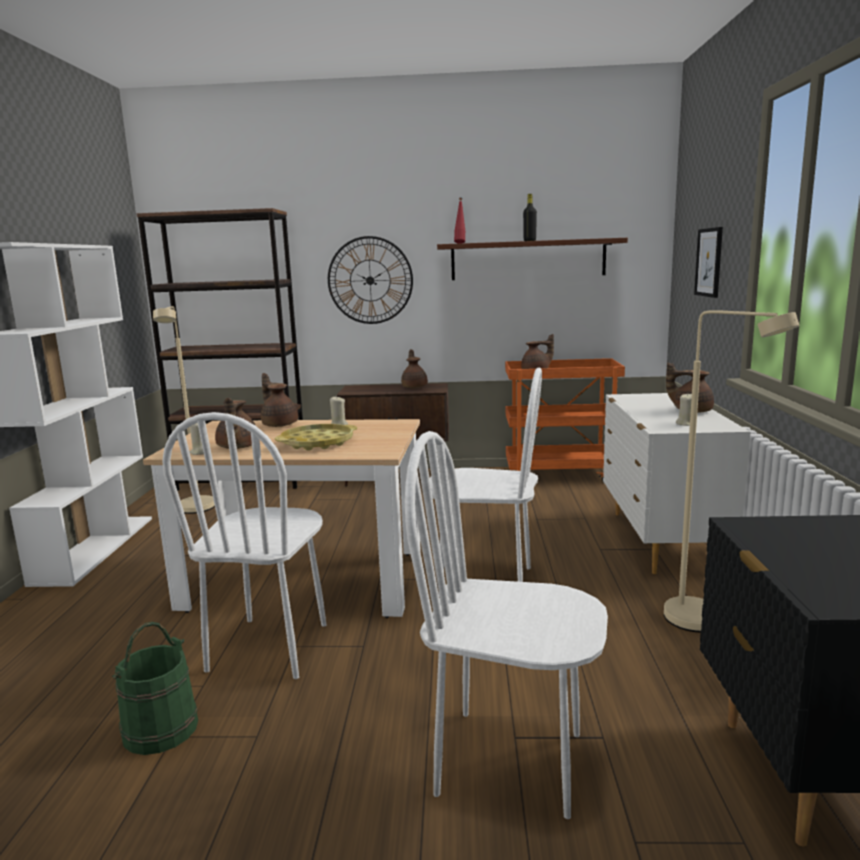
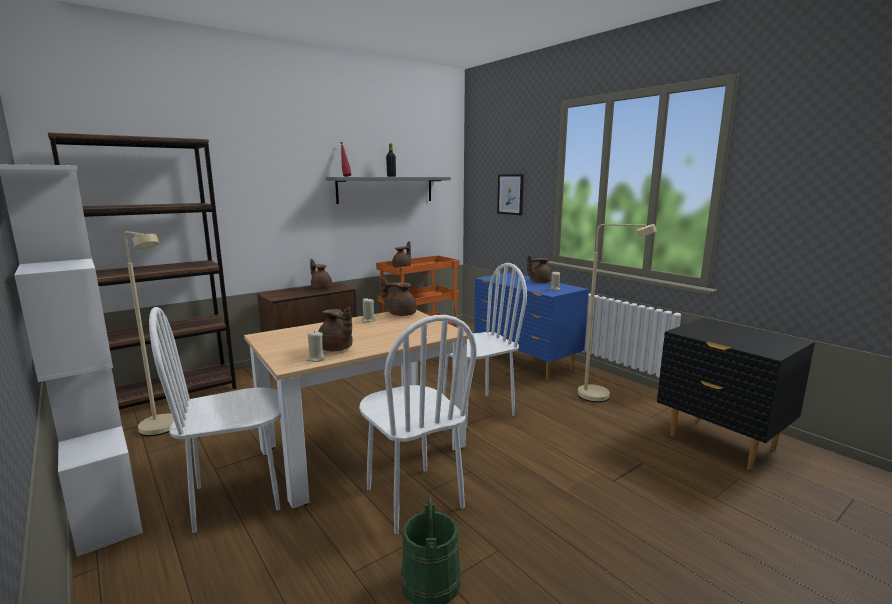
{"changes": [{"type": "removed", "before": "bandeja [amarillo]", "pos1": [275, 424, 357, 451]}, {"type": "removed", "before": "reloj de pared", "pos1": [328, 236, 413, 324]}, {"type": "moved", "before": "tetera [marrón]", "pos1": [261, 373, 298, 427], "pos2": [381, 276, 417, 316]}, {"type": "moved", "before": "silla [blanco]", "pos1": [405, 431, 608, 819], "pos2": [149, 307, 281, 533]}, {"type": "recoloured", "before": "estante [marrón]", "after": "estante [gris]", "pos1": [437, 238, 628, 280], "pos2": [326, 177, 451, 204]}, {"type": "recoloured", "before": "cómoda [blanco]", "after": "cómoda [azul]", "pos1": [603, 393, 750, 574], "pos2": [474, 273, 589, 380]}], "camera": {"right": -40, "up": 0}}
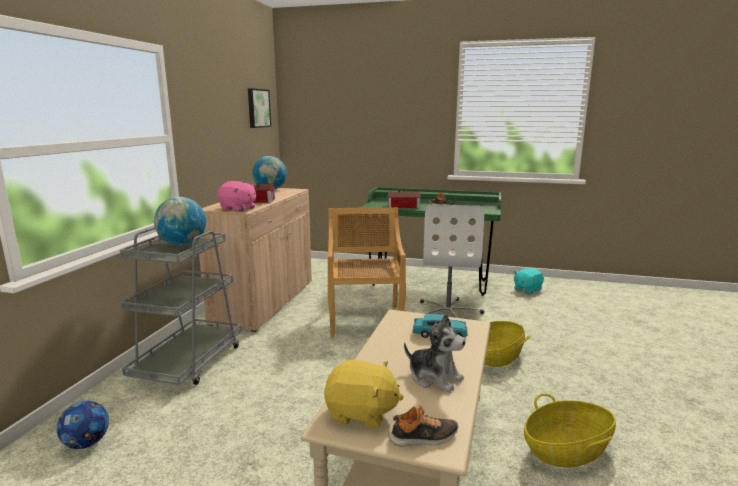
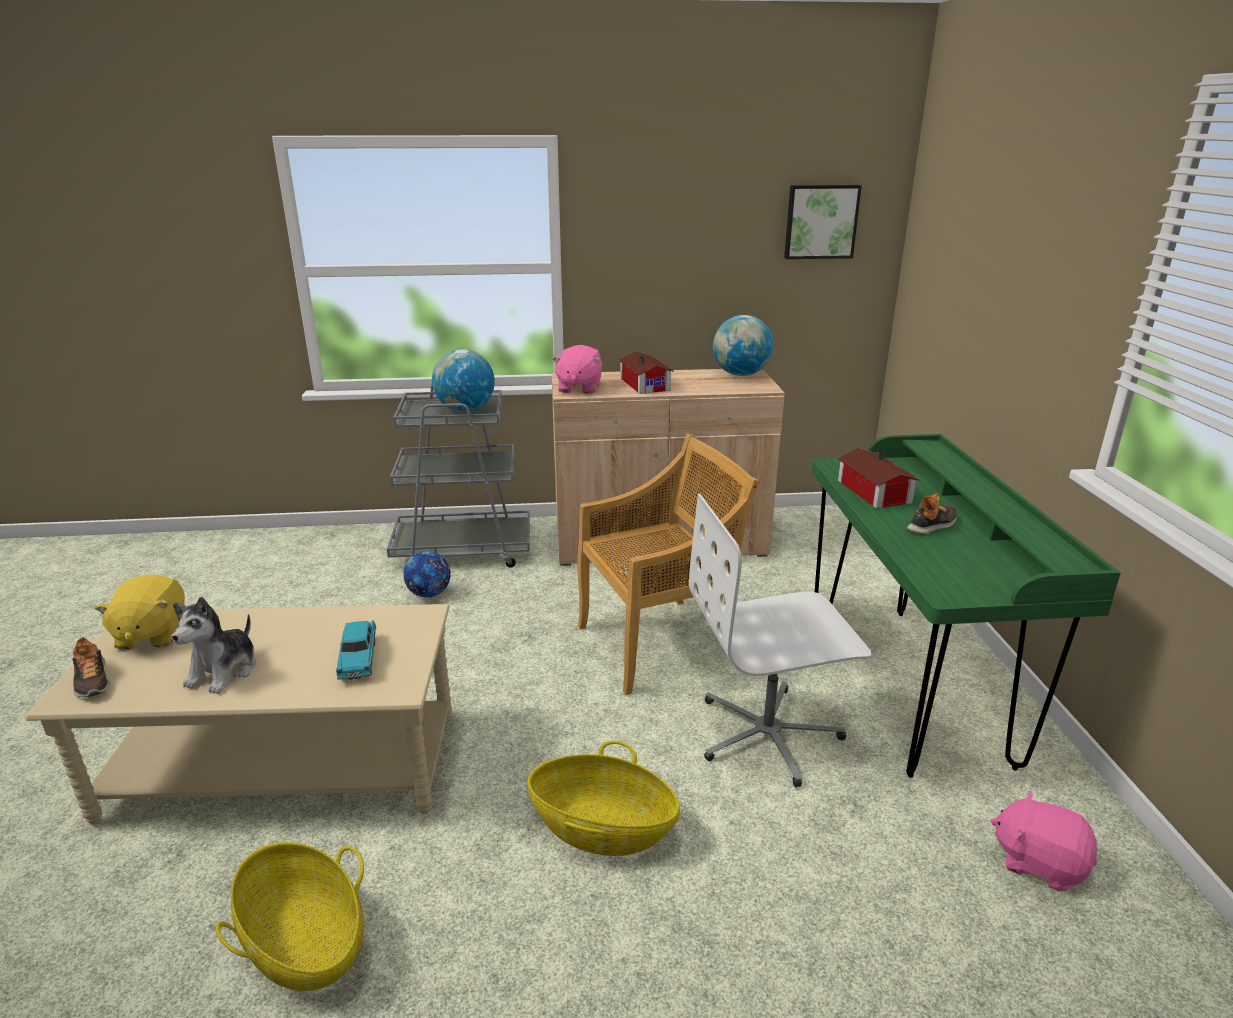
{"changes": [{"type": "moved", "before": "balón de fútbol", "pos1": [57, 401, 109, 449], "pos2": [403, 551, 451, 597]}, {"type": "recoloured", "before": "peluche [turquesa]", "after": "peluche [rosa]", "pos1": [514, 268, 544, 294], "pos2": [991, 790, 1097, 892]}], "camera": {"right": 70, "up": 10}}
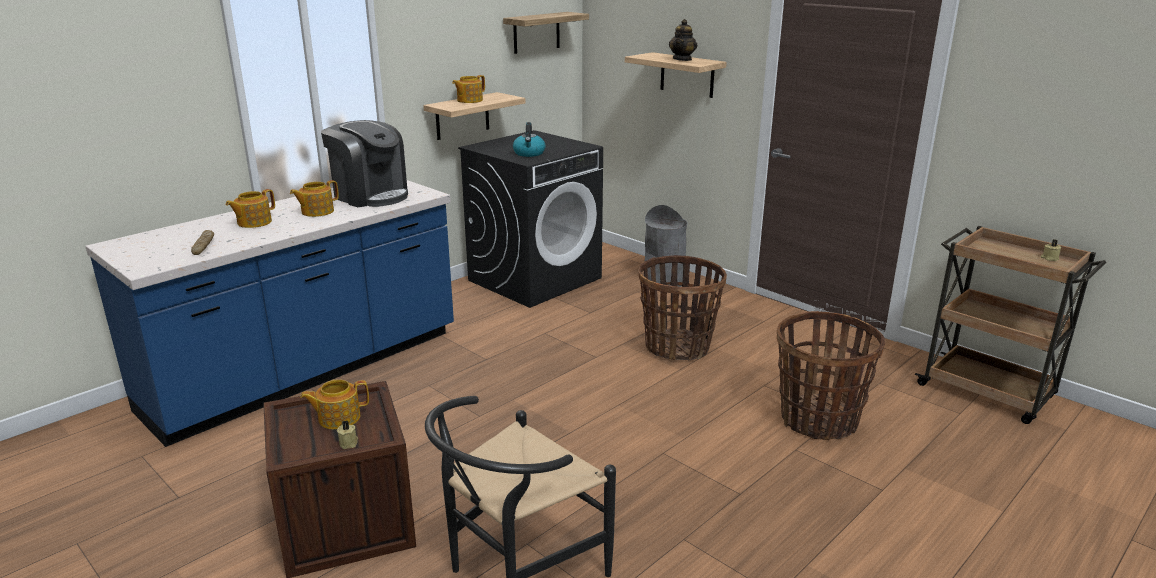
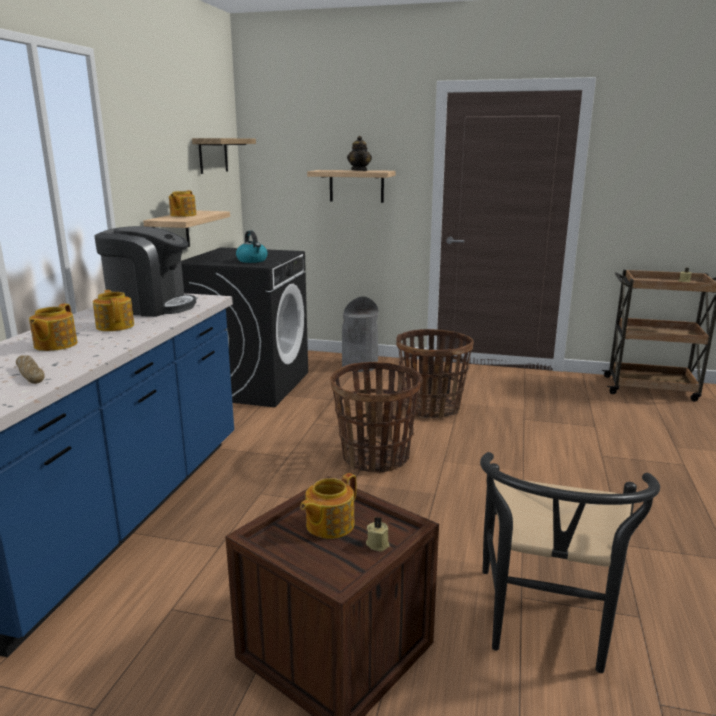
{"changes": [{"type": "moved", "before": "cesta", "pos1": [777, 311, 886, 440], "pos2": [330, 362, 422, 473]}, {"type": "turned", "before": "tetera", "pos1": [290, 180, 339, 217], "pos2": [93, 290, 134, 331], "turn": 135}], "camera": {"right": -30, "up": -5}}
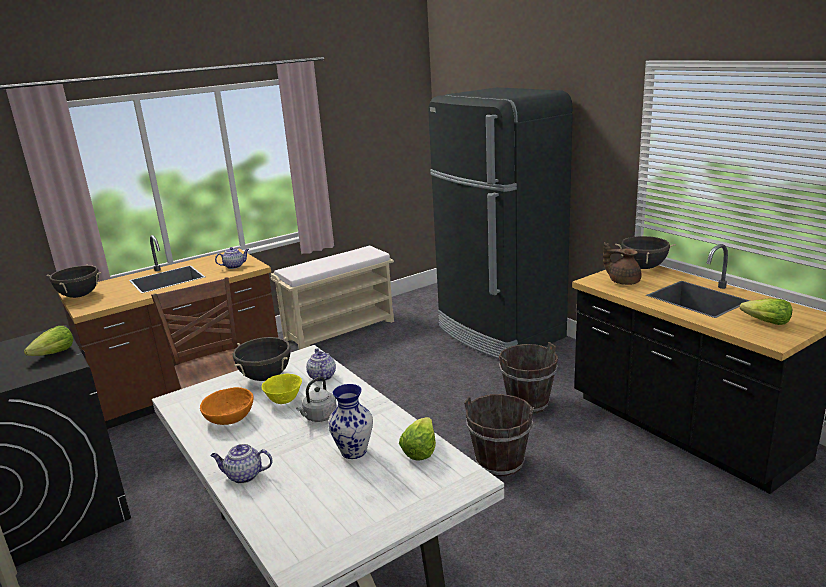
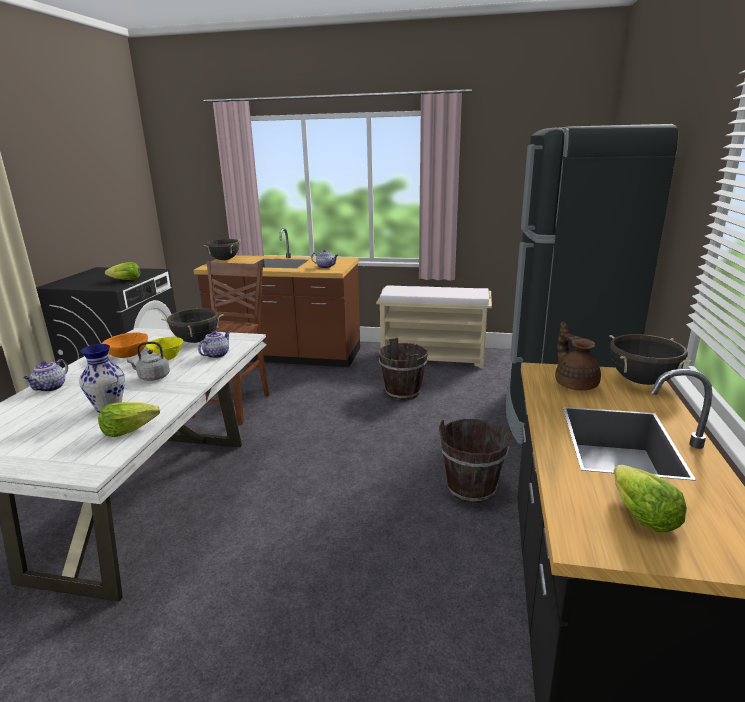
{"changes": [{"type": "moved", "before": "cubo [marrón]", "pos1": [464, 394, 534, 477], "pos2": [379, 338, 428, 400]}, {"type": "turned", "before": "tetera", "pos1": [210, 444, 272, 484], "pos2": [23, 359, 68, 392], "turn": -120}], "camera": {"right": 45, "up": 0}}
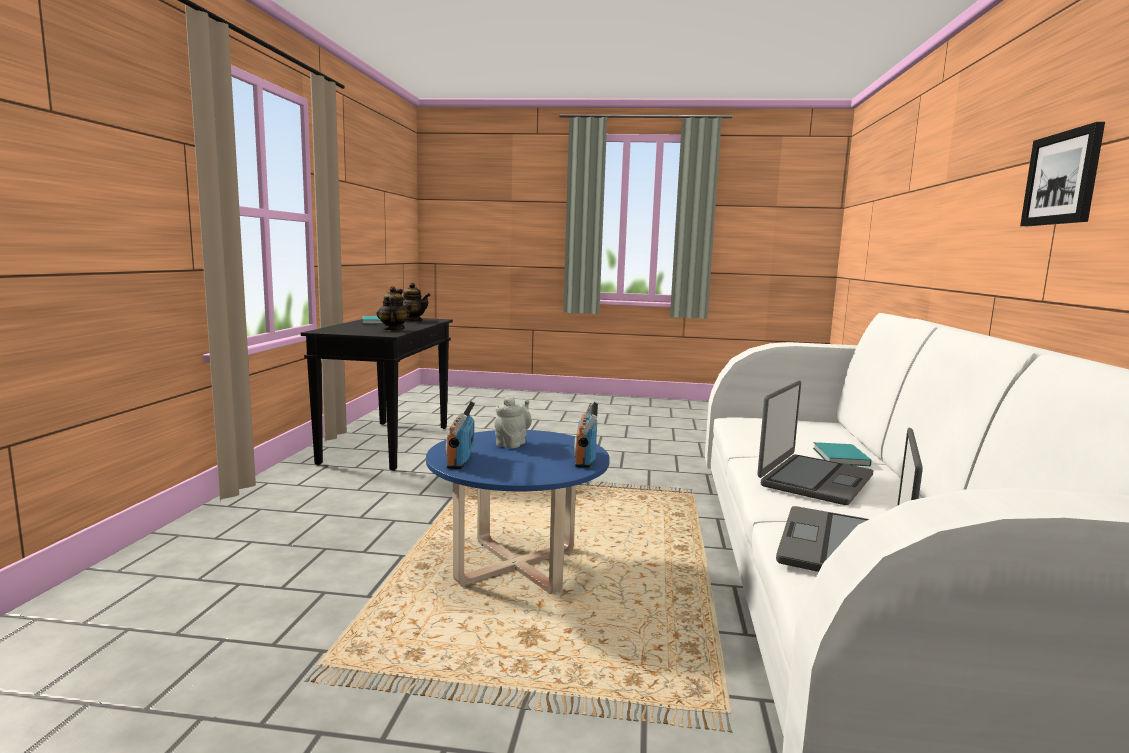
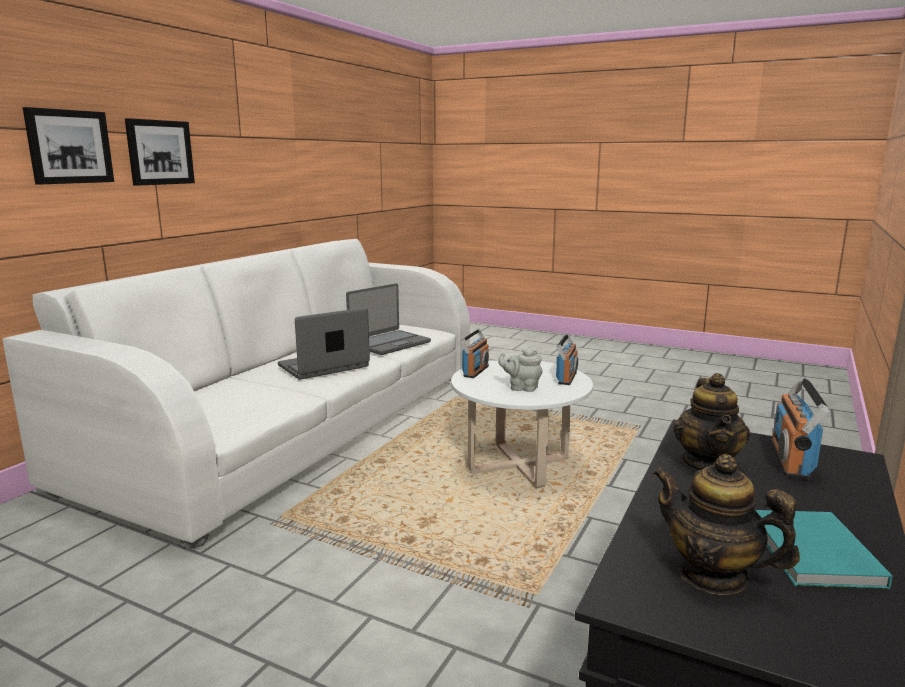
{"changes": [{"type": "removed", "before": "libro [turquesa]", "pos1": [813, 442, 872, 466]}, {"type": "added", "after": "cuadro", "pos2": [23, 107, 114, 185]}, {"type": "added", "after": "radio", "pos2": [771, 377, 829, 480]}, {"type": "recoloured", "before": "mesa de centro [azul]", "after": "mesa de centro [blanco]", "pos1": [426, 430, 610, 594], "pos2": [451, 360, 593, 488]}, {"type": "turned", "before": "tetera [gris]", "pos1": [494, 397, 532, 448], "pos2": [498, 349, 543, 392], "turn": 60}], "camera": {"right": -160, "up": 5}}
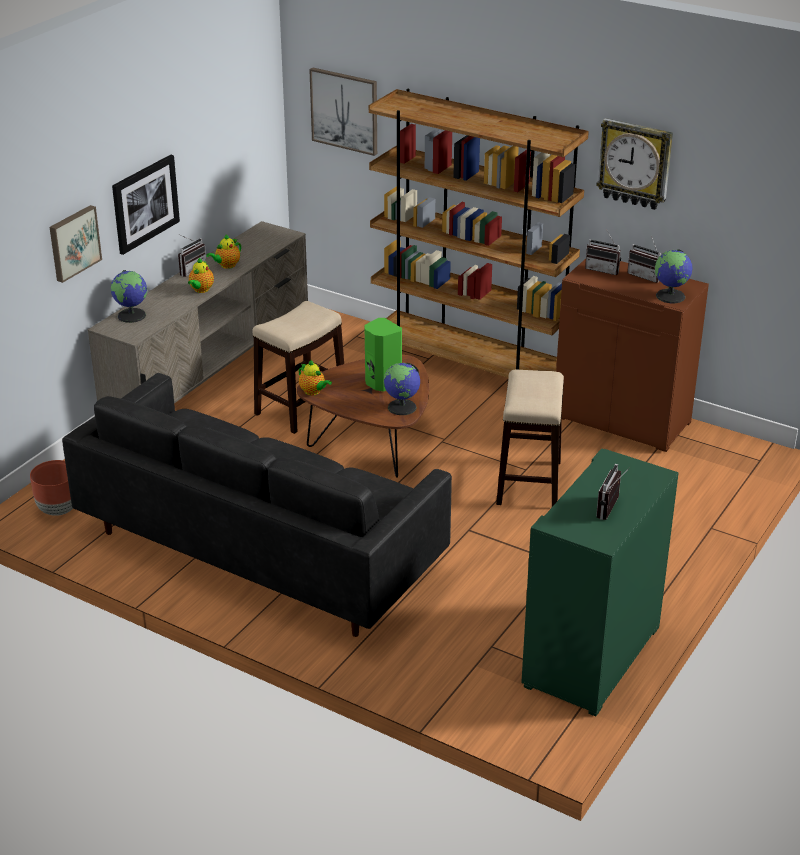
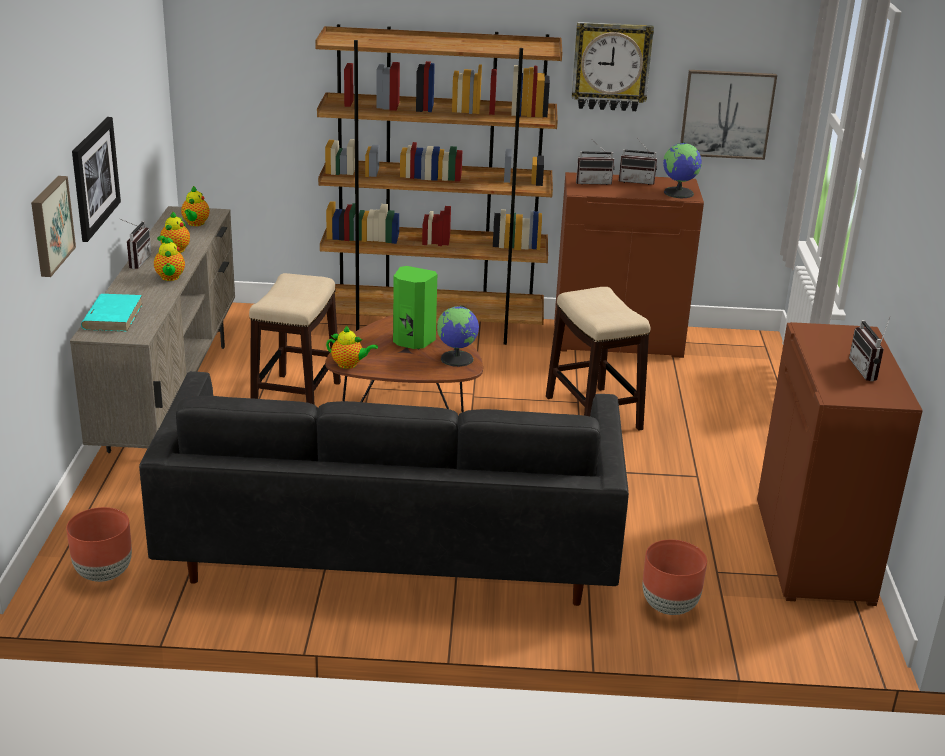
{"changes": [{"type": "added", "after": "tetera", "pos2": [181, 186, 210, 226]}, {"type": "added", "after": "maceta [marrón]", "pos2": [643, 540, 707, 615]}, {"type": "moved", "before": "cuadro", "pos1": [309, 68, 377, 156], "pos2": [680, 70, 777, 160]}, {"type": "replaced", "before": "globo terráqueo", "after": "libro [turquesa]", "pos1": [111, 270, 147, 323], "pos2": [81, 294, 143, 332]}, {"type": "recoloured", "before": "armario [verde]", "after": "armario [marrón]", "pos1": [521, 448, 679, 717], "pos2": [757, 322, 923, 606]}], "camera": {"right": -30, "up": -5}}
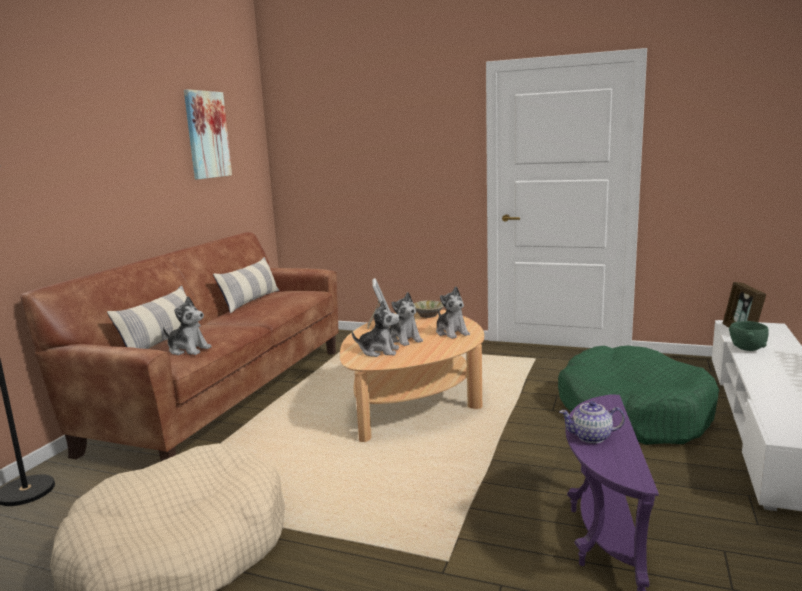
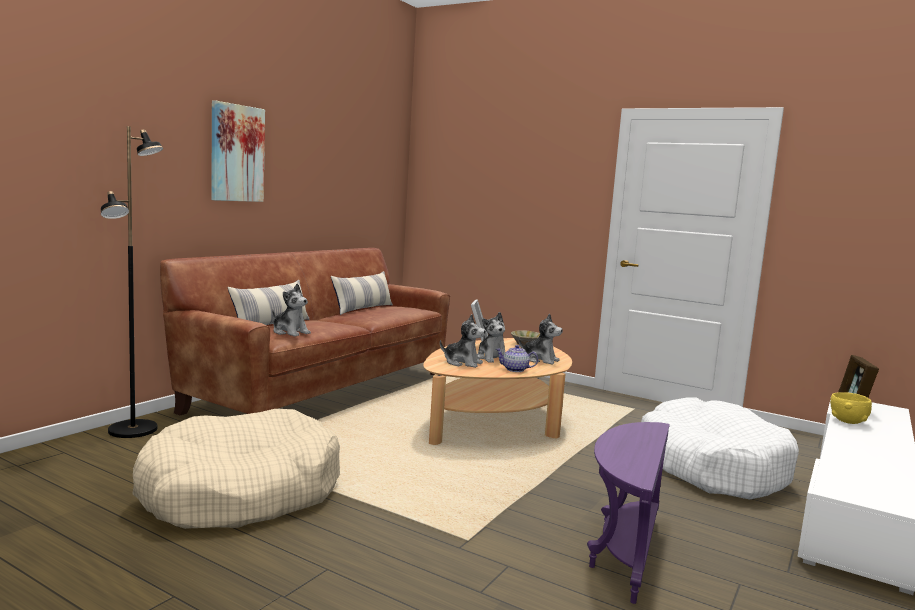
{"changes": [{"type": "moved", "before": "cuadro", "pos1": [184, 89, 232, 179], "pos2": [211, 100, 265, 202]}, {"type": "moved", "before": "tetera", "pos1": [559, 401, 625, 443], "pos2": [496, 345, 538, 372]}, {"type": "recoloured", "before": "cama para perro [verde]", "after": "cama para perro [blanco]", "pos1": [558, 346, 719, 445], "pos2": [641, 397, 799, 500]}, {"type": "recoloured", "before": "cuenco [verde]", "after": "cuenco [amarillo]", "pos1": [729, 321, 769, 351], "pos2": [830, 392, 872, 424]}, {"type": "turned", "before": "peluche", "pos1": [436, 287, 470, 339], "pos2": [519, 314, 563, 364], "turn": -45}], "camera": {"right": 10, "up": -5}}
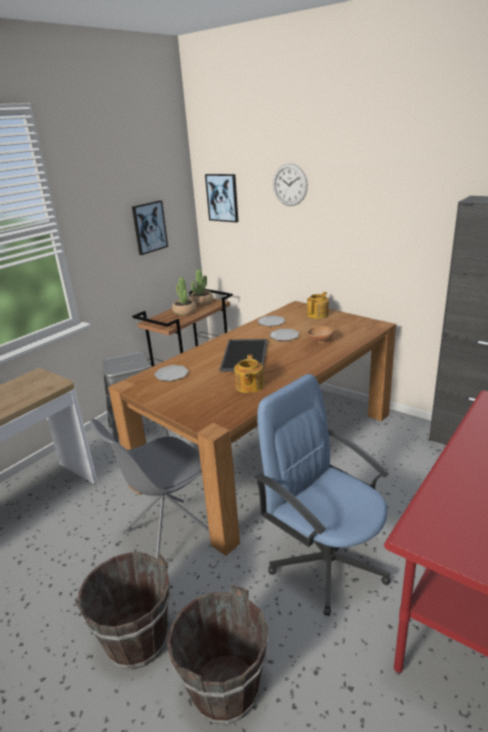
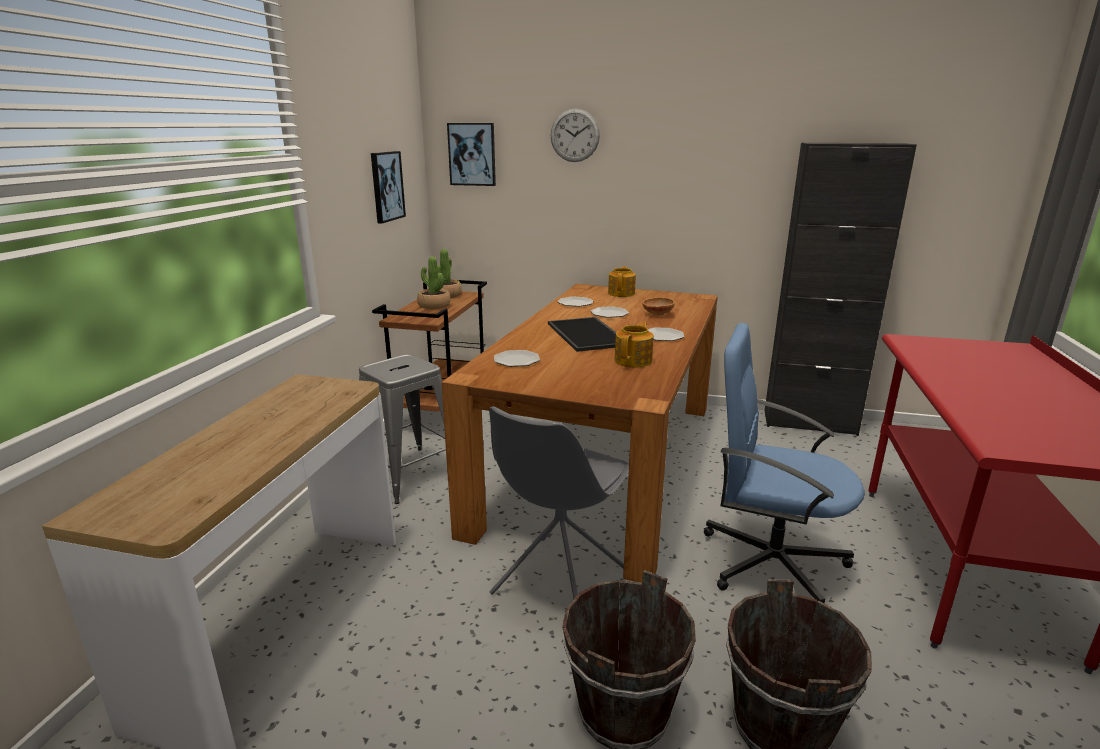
{"changes": [{"type": "added", "after": "plato", "pos2": [648, 327, 684, 341]}, {"type": "turned", "before": "tetera", "pos1": [234, 355, 264, 393], "pos2": [614, 322, 654, 368], "turn": -135}], "camera": {"right": -25, "up": -5}}
